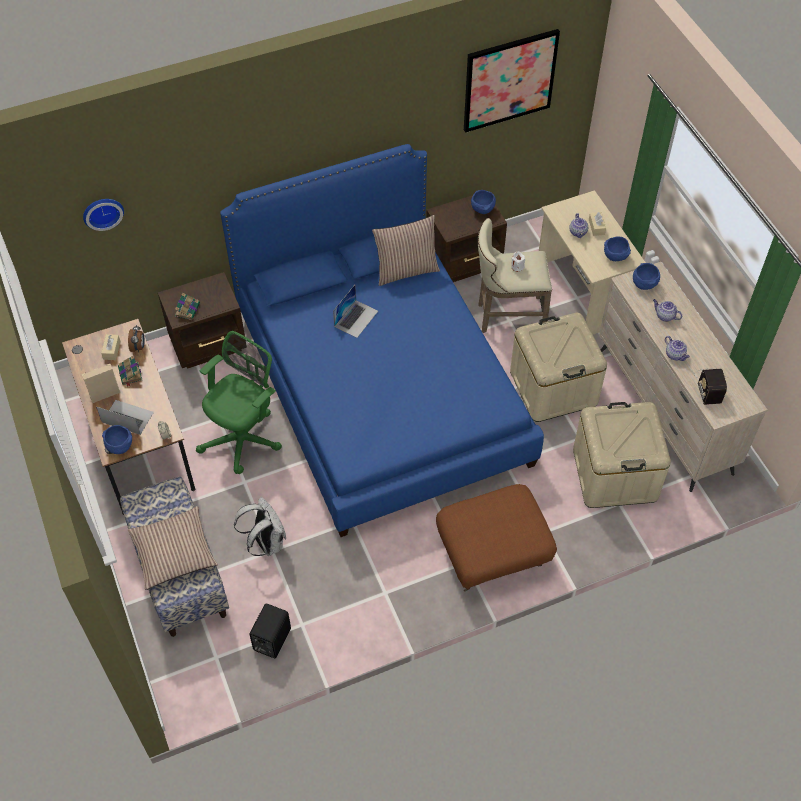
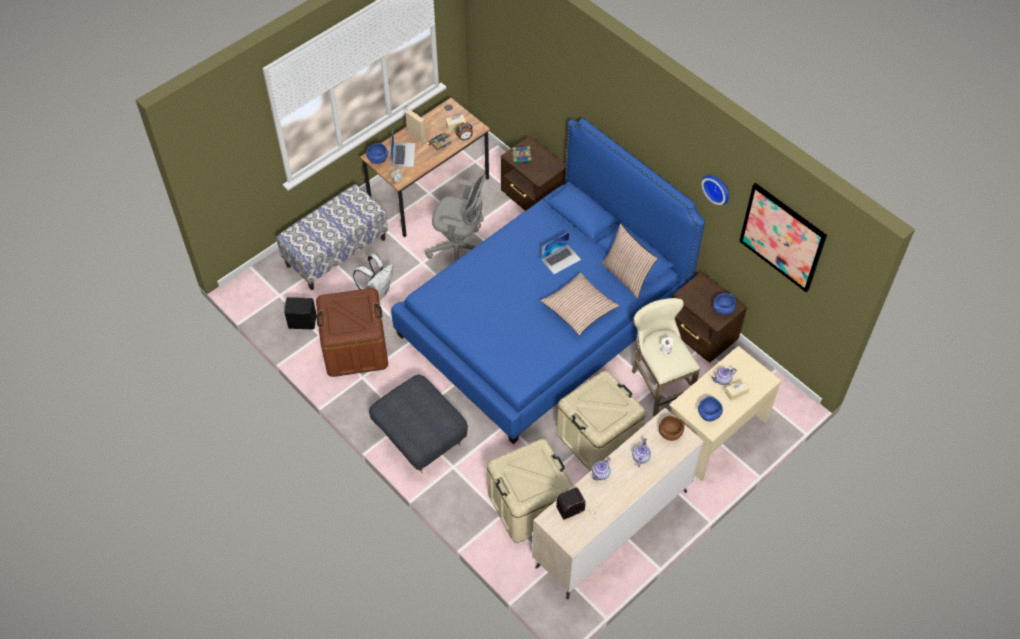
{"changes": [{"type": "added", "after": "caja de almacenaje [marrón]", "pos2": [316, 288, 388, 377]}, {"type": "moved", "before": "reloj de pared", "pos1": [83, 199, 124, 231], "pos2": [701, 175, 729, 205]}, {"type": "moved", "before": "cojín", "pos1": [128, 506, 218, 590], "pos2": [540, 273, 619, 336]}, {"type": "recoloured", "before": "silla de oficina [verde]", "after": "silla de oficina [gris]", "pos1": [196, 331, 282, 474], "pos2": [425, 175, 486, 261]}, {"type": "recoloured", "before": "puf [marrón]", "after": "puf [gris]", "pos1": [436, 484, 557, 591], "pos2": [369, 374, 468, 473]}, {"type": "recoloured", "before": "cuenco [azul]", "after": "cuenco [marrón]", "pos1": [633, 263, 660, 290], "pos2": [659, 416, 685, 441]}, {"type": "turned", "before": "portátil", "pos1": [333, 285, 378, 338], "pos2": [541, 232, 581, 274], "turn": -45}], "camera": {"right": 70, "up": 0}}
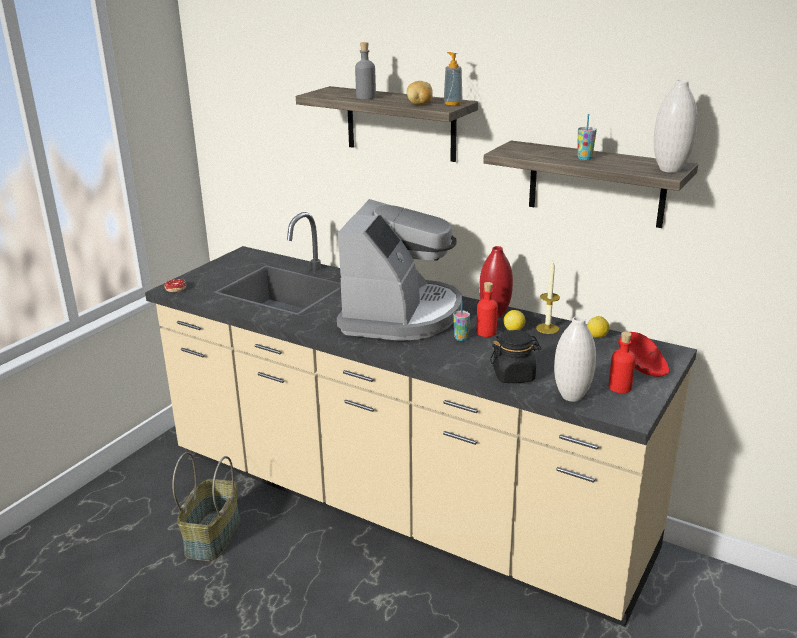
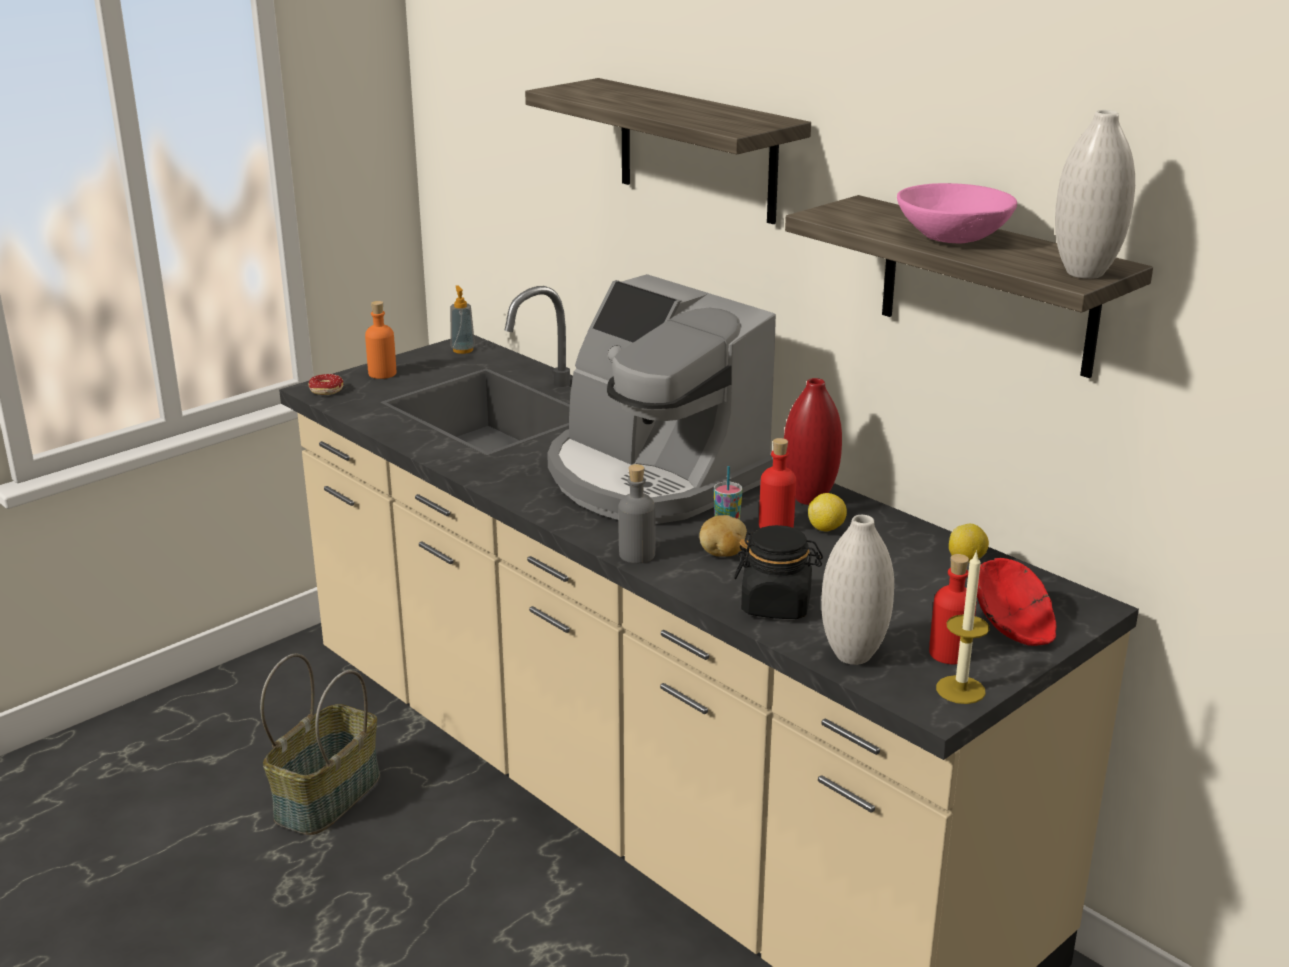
{"changes": [{"type": "added", "after": "botella [naranja]", "pos2": [365, 301, 396, 379]}, {"type": "moved", "before": "botella [gris]", "pos1": [355, 42, 376, 99], "pos2": [618, 464, 656, 563]}, {"type": "moved", "before": "patata", "pos1": [407, 81, 433, 105], "pos2": [699, 515, 747, 557]}, {"type": "moved", "before": "dispensador de jabón", "pos1": [444, 52, 462, 105], "pos2": [450, 285, 475, 354]}, {"type": "moved", "before": "vela", "pos1": [536, 261, 560, 334], "pos2": [936, 550, 990, 704]}, {"type": "replaced", "before": "taza", "after": "cuenco [rosa]", "pos1": [577, 114, 597, 160], "pos2": [897, 183, 1017, 243]}, {"type": "turned", "before": "cafetera", "pos1": [337, 199, 462, 341], "pos2": [547, 274, 776, 524], "turn": 105}], "camera": {"right": 15, "up": 0}}
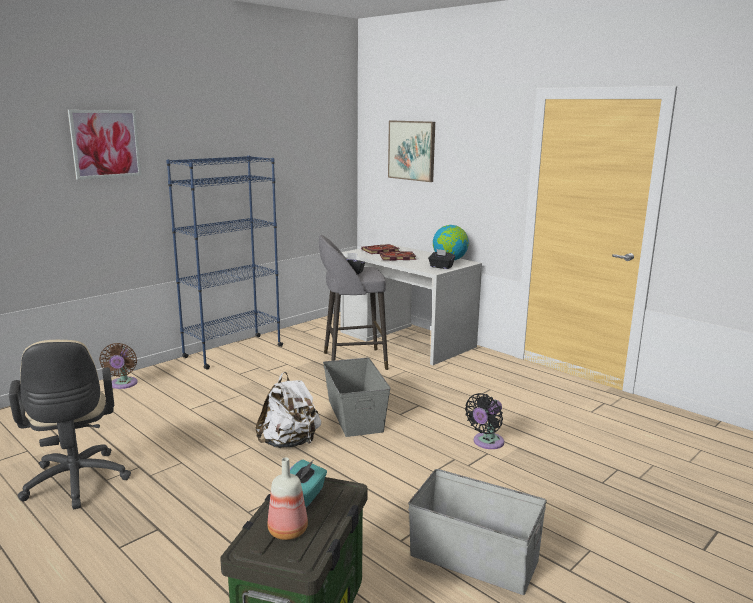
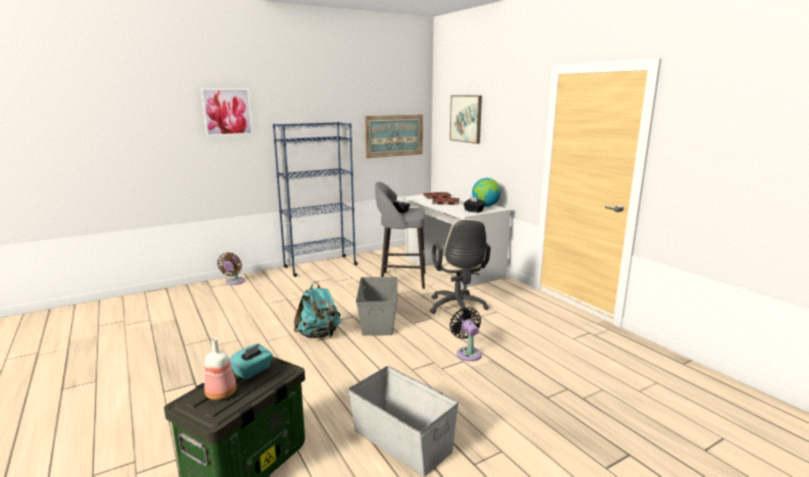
{"changes": [{"type": "added", "after": "cuadro", "pos2": [365, 115, 423, 158]}, {"type": "moved", "before": "silla de oficina [beis]", "pos1": [9, 340, 131, 509], "pos2": [430, 219, 491, 314]}, {"type": "recoloured", "before": "mochila [blanco]", "after": "mochila [turquesa]", "pos1": [255, 372, 321, 448], "pos2": [294, 281, 341, 338]}, {"type": "turned", "before": "ventilador [negro]", "pos1": [465, 393, 504, 449], "pos2": [450, 307, 482, 361], "turn": 105}], "camera": {"right": 15, "up": 0}}
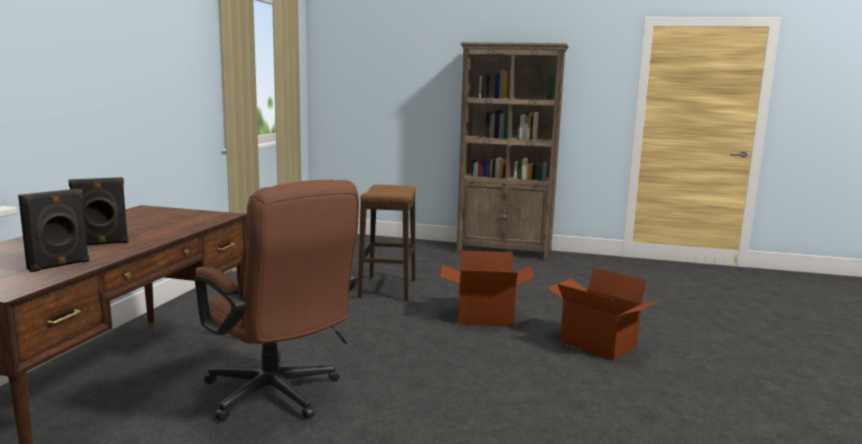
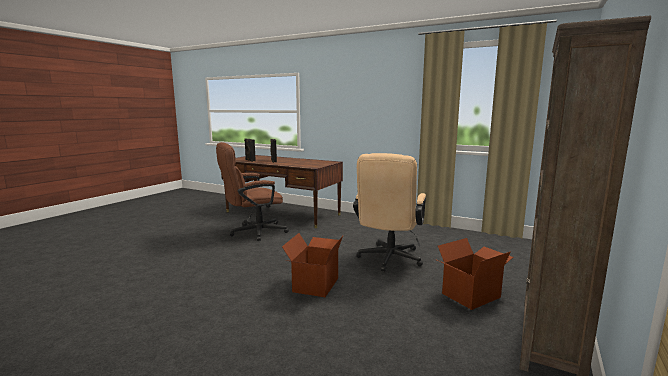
{"changes": [{"type": "moved", "before": "caja de cartón", "pos1": [547, 268, 660, 360], "pos2": [435, 238, 513, 310]}, {"type": "replaced", "before": "taburete", "after": "silla de oficina [beis]", "pos1": [358, 185, 416, 301], "pos2": [353, 153, 426, 272]}], "camera": {"right": 105, "up": 0}}
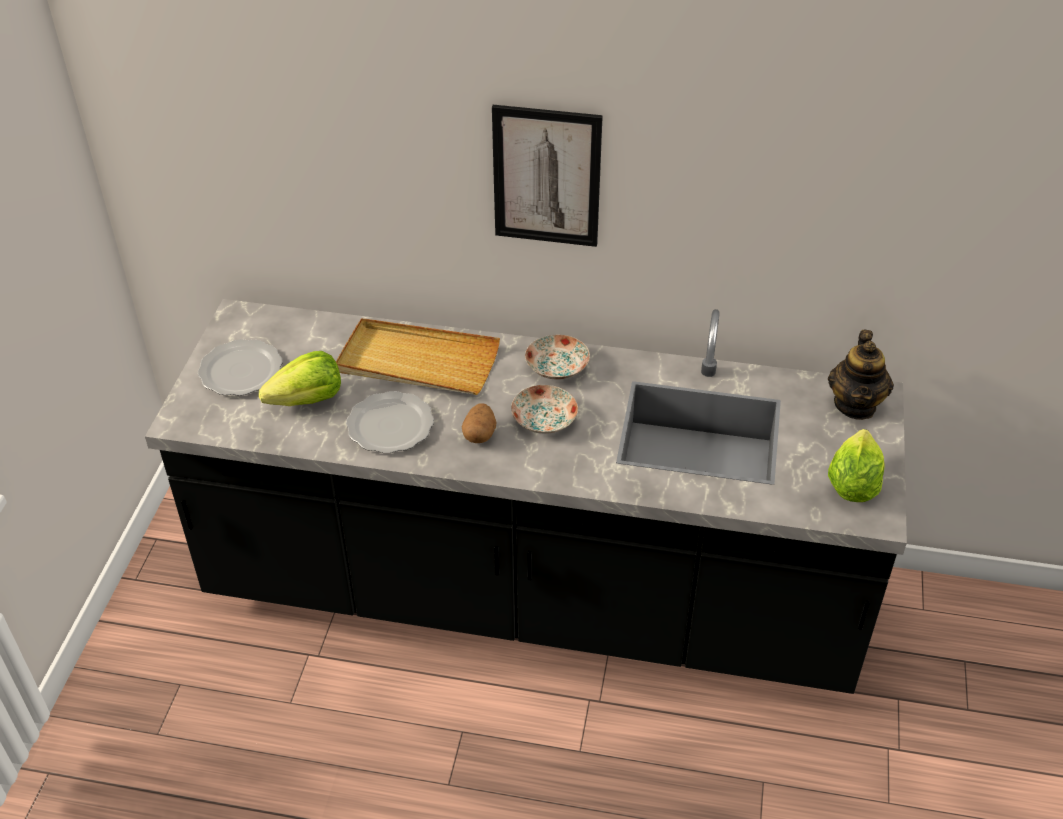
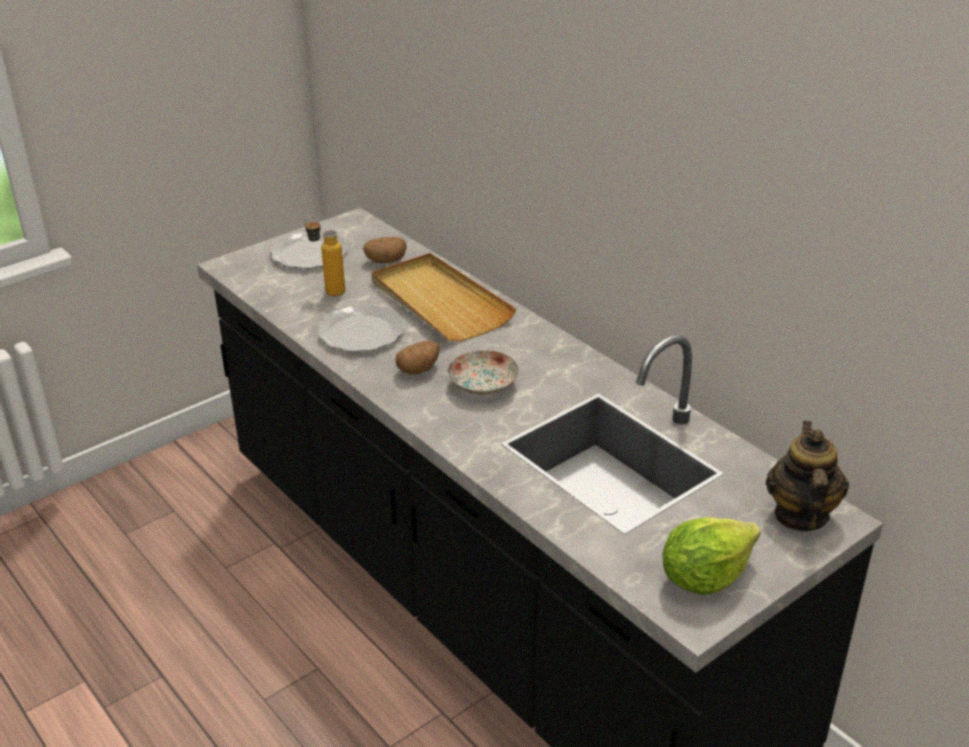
{"changes": [{"type": "removed", "before": "cuadro", "pos1": [492, 105, 603, 247]}, {"type": "removed", "before": "plato", "pos1": [525, 335, 590, 380]}, {"type": "added", "after": "patata", "pos2": [363, 237, 407, 263]}, {"type": "replaced", "before": "lechuga", "after": "botella", "pos1": [259, 351, 341, 406], "pos2": [305, 216, 345, 296]}, {"type": "turned", "before": "tetera", "pos1": [828, 330, 894, 420], "pos2": [766, 421, 849, 531], "turn": 135}], "camera": {"right": 40, "up": -10}}
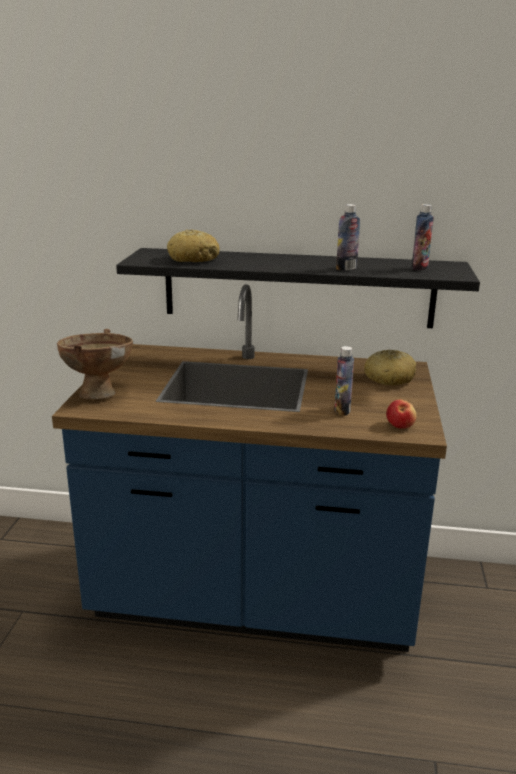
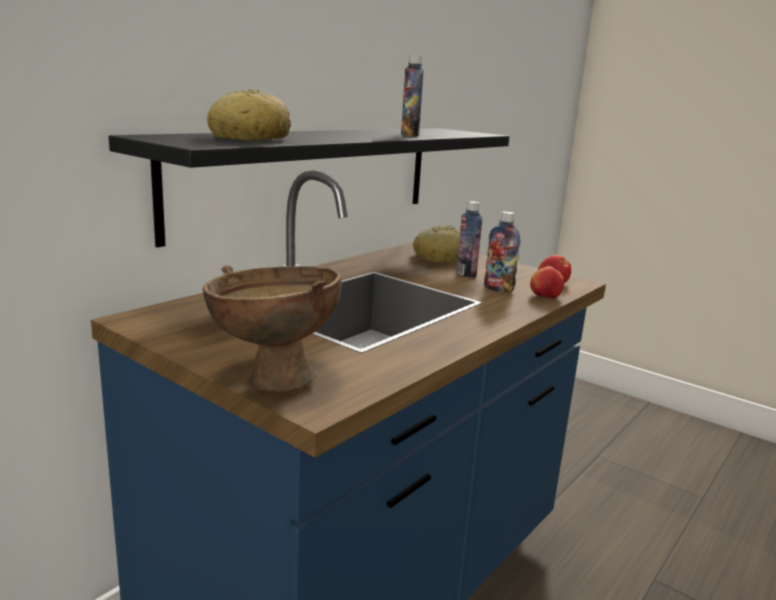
{"changes": [{"type": "added", "after": "manzana", "pos2": [530, 266, 564, 298]}, {"type": "moved", "before": "botella", "pos1": [411, 204, 434, 270], "pos2": [456, 201, 482, 278]}], "camera": {"right": -60, "up": -5}}
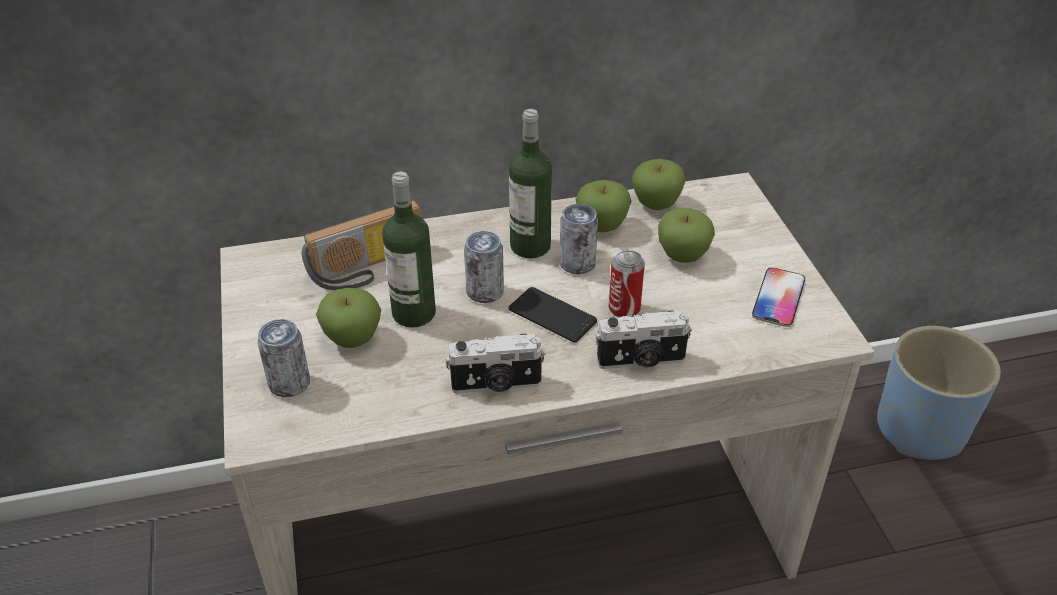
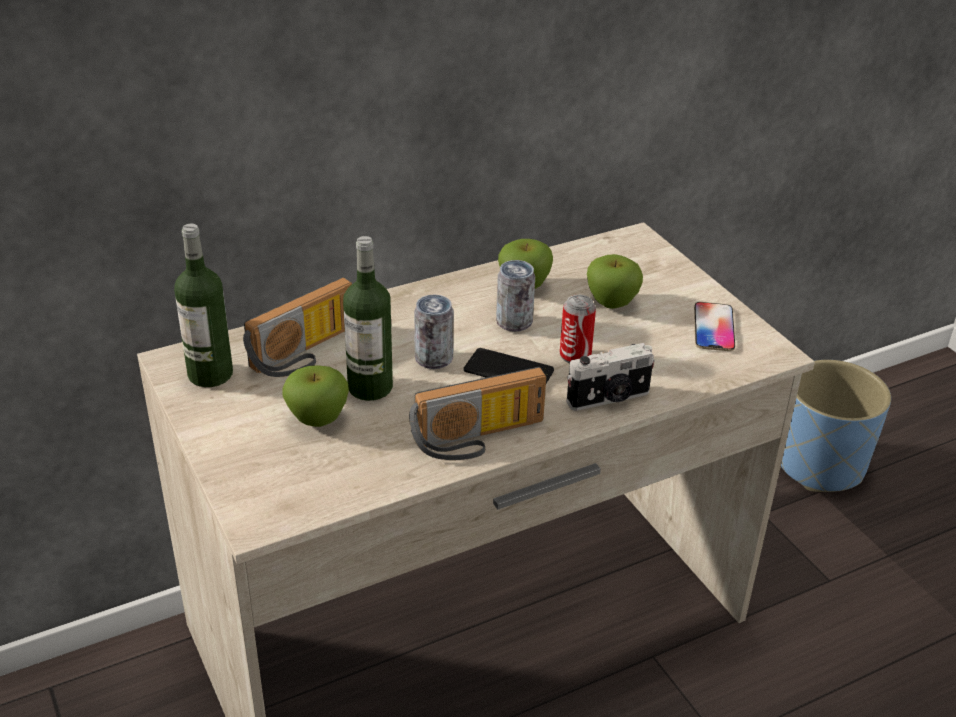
{"changes": [{"type": "removed", "before": "lata", "pos1": [258, 319, 310, 397]}, {"type": "removed", "before": "manzana", "pos1": [632, 159, 686, 210]}, {"type": "moved", "before": "botella", "pos1": [509, 109, 552, 258], "pos2": [174, 224, 233, 387]}, {"type": "replaced", "before": "cámara", "after": "radio", "pos1": [445, 334, 545, 393], "pos2": [409, 367, 546, 460]}], "camera": {"right": -15, "up": -5}}
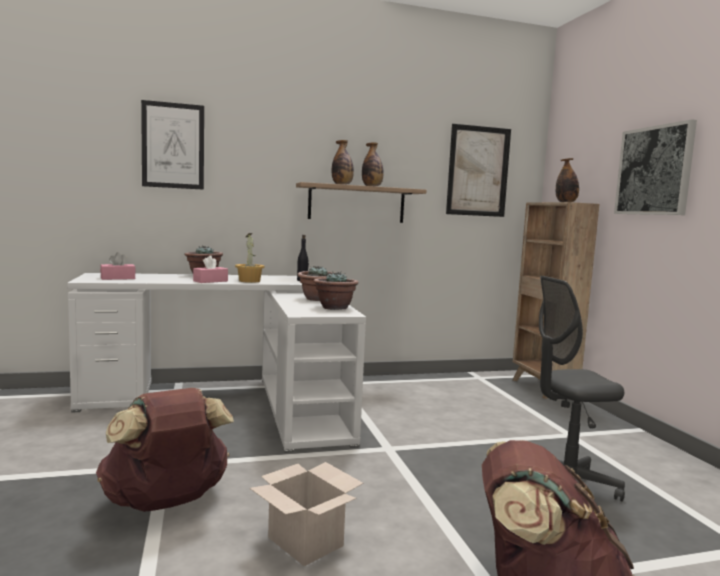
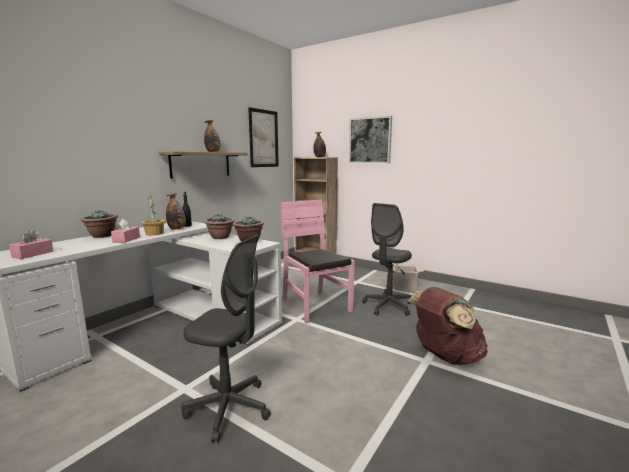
{"changes": [{"type": "removed", "before": "cuadro", "pos1": [141, 100, 204, 190]}, {"type": "added", "after": "silla [rosa]", "pos2": [280, 200, 355, 324]}, {"type": "moved", "before": "caja de cartón", "pos1": [249, 462, 363, 566], "pos2": [393, 263, 424, 291]}, {"type": "moved", "before": "botella", "pos1": [332, 140, 354, 185], "pos2": [166, 193, 186, 229]}, {"type": "replaced", "before": "mochila [marrón]", "after": "silla de oficina [gris]", "pos1": [96, 388, 234, 512], "pos2": [181, 235, 271, 443]}], "camera": {"right": -40, "up": 5}}
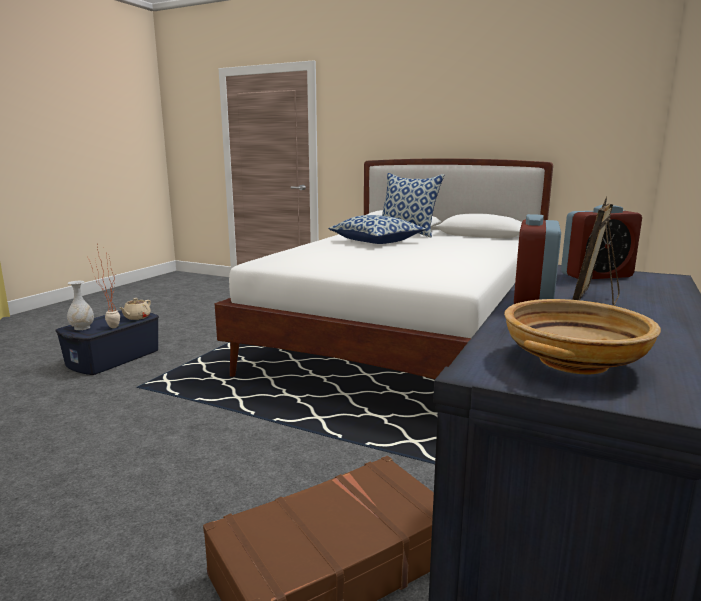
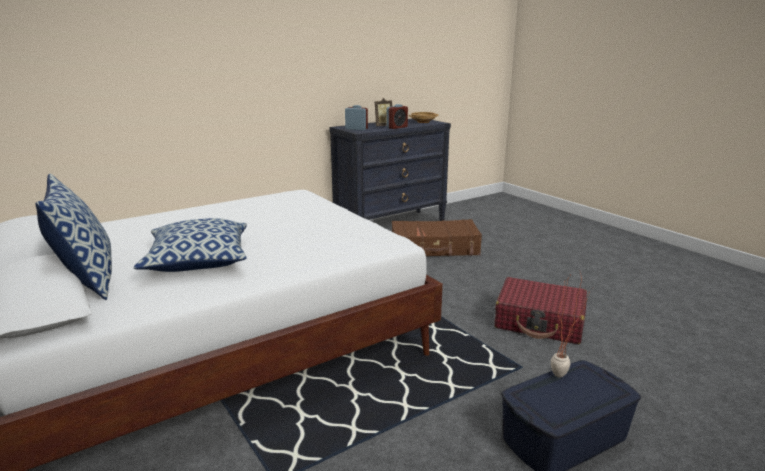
{"changes": [{"type": "removed", "before": "florero [blanco]", "pos1": [67, 281, 94, 330]}, {"type": "removed", "before": "tetera [beis]", "pos1": [120, 298, 151, 320]}, {"type": "added", "after": "maleta [rojo]", "pos2": [494, 277, 587, 344]}], "camera": {"right": -150, "up": 5}}
